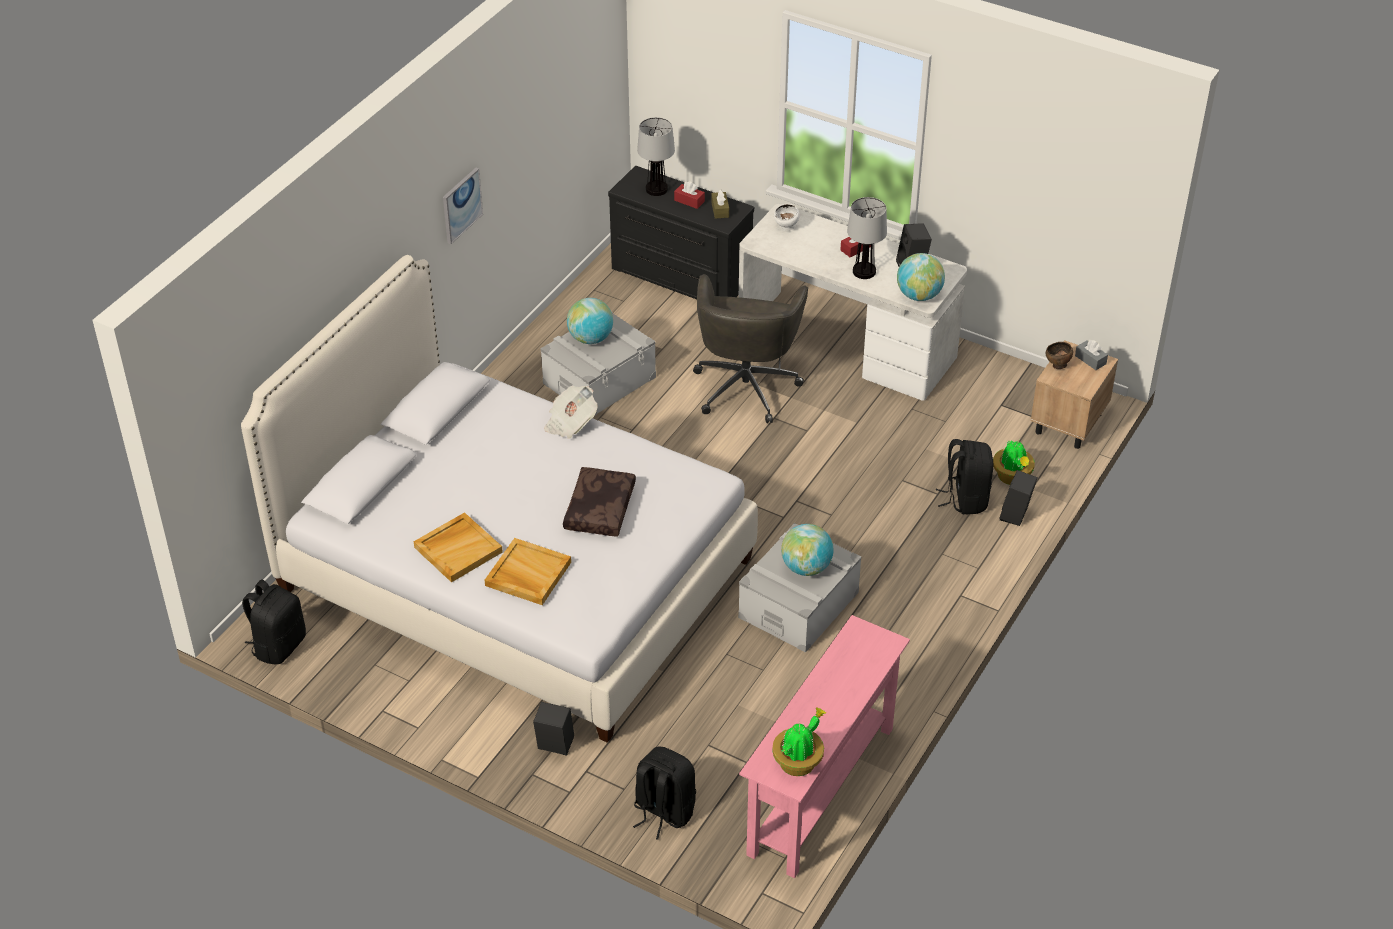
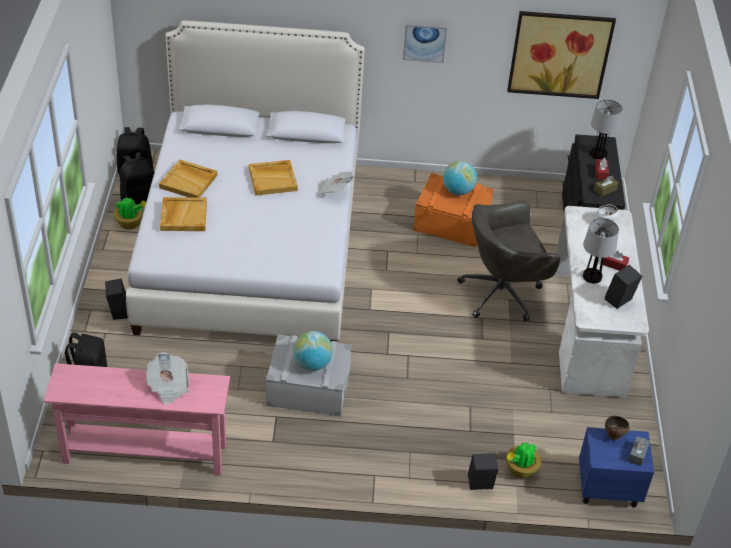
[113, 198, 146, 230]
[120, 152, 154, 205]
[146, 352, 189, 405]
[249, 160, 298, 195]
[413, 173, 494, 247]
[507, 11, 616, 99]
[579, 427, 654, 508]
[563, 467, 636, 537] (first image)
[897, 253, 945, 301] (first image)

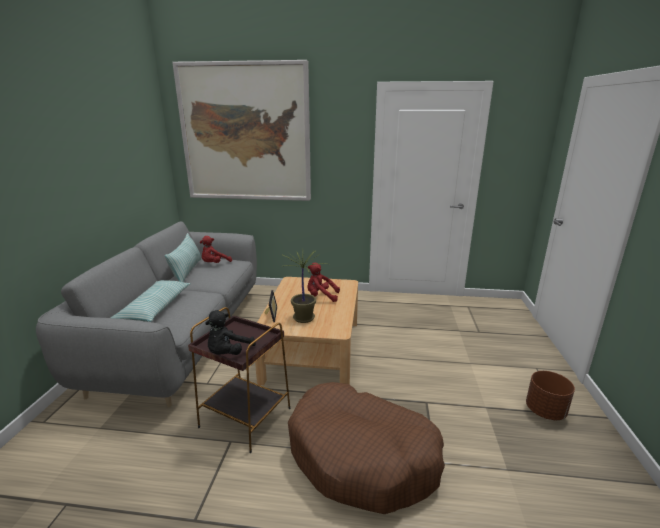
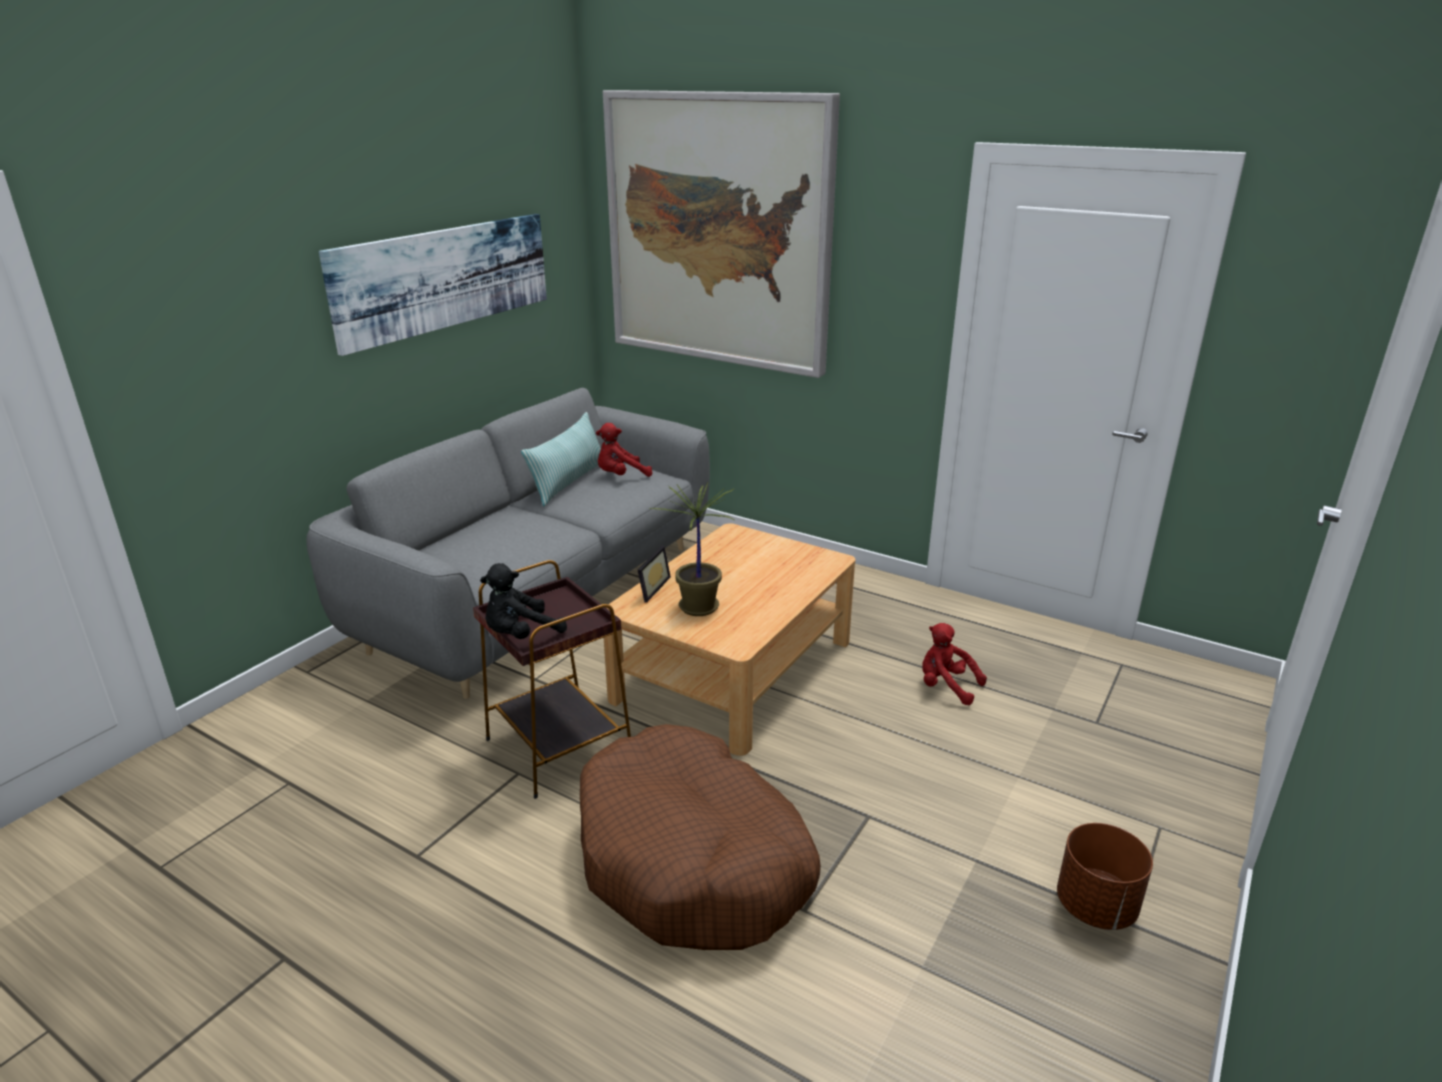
[319, 214, 547, 356]
[922, 623, 987, 705]
[111, 280, 191, 322] (first image)

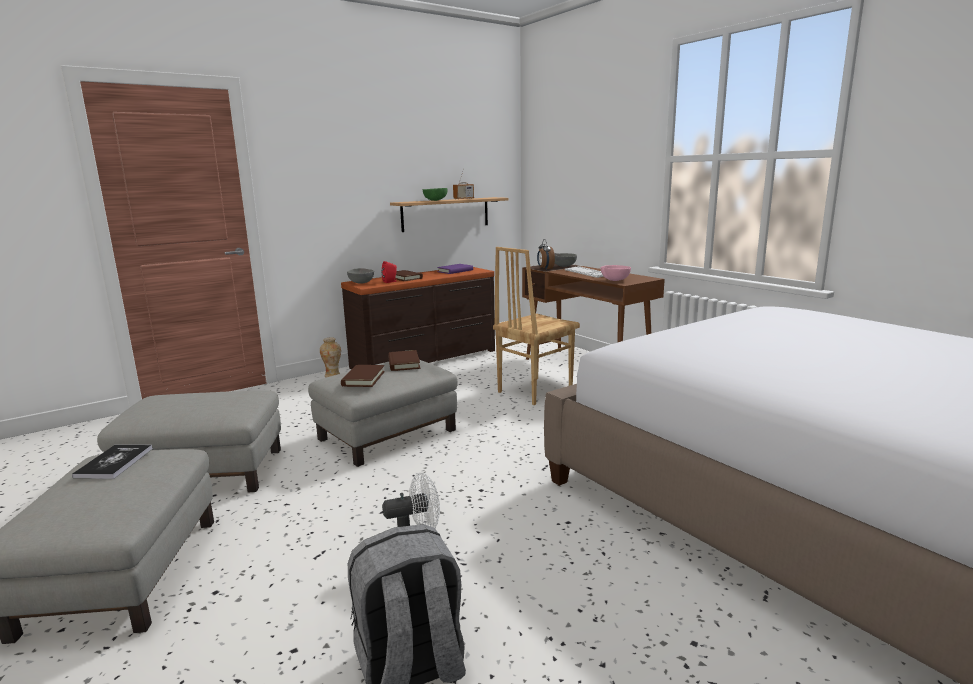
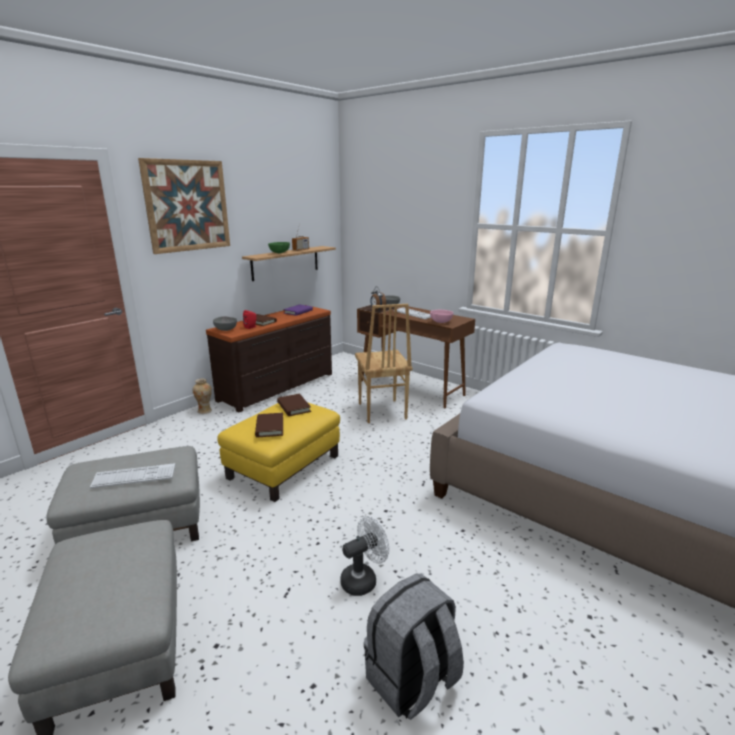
[90, 463, 175, 489]
[138, 158, 230, 254]
[217, 402, 340, 502]
[355, 304, 412, 423]
[72, 445, 153, 479] (first image)

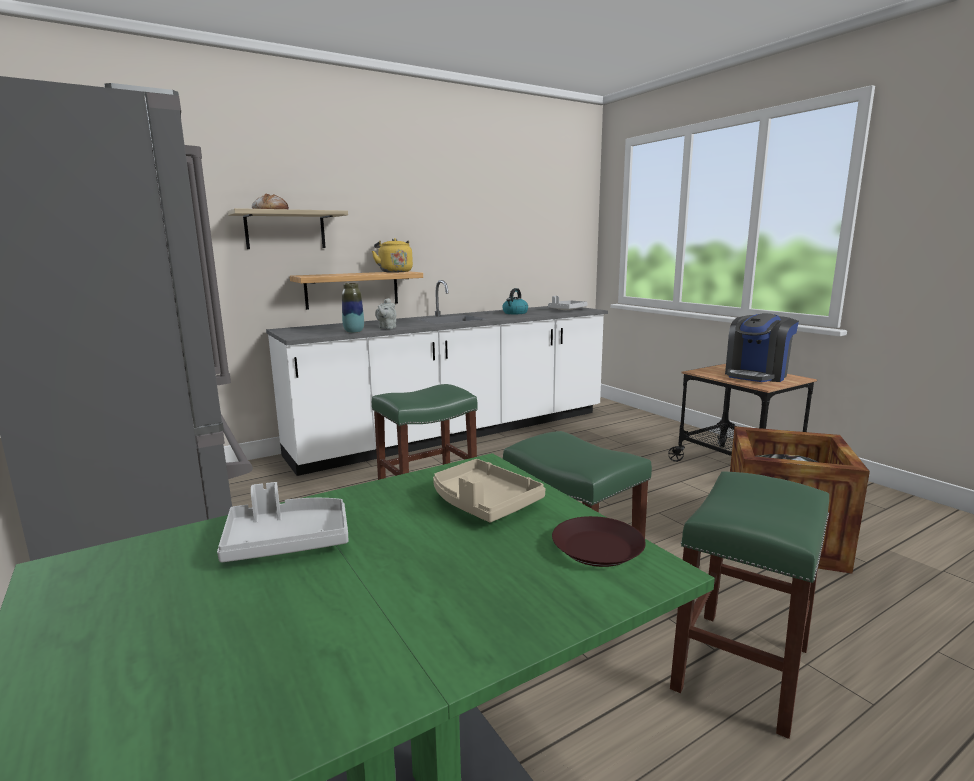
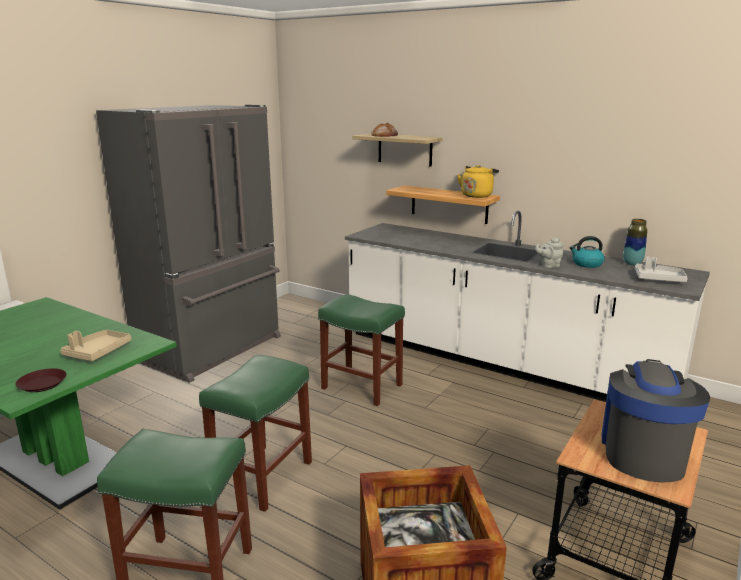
[535, 238, 564, 268]
[601, 359, 710, 483]
[623, 219, 647, 266]
[217, 482, 348, 563] (first image)

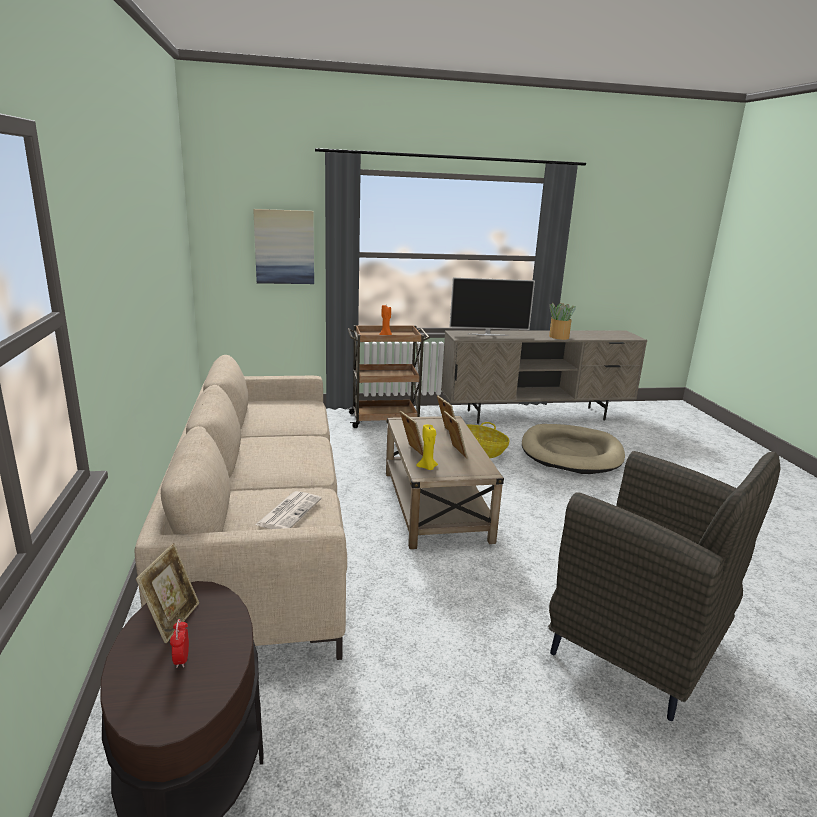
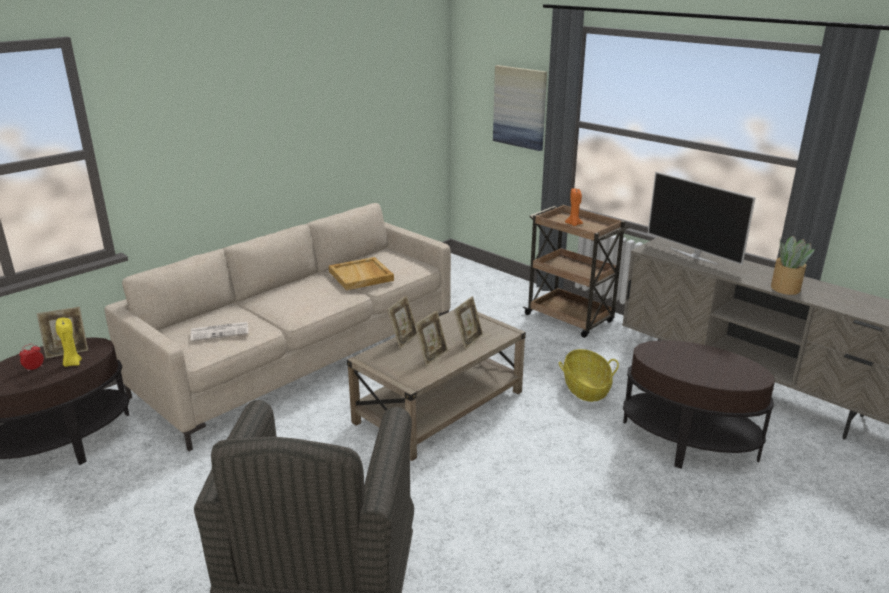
[56, 318, 82, 367]
[329, 257, 394, 290]
[623, 340, 775, 469]

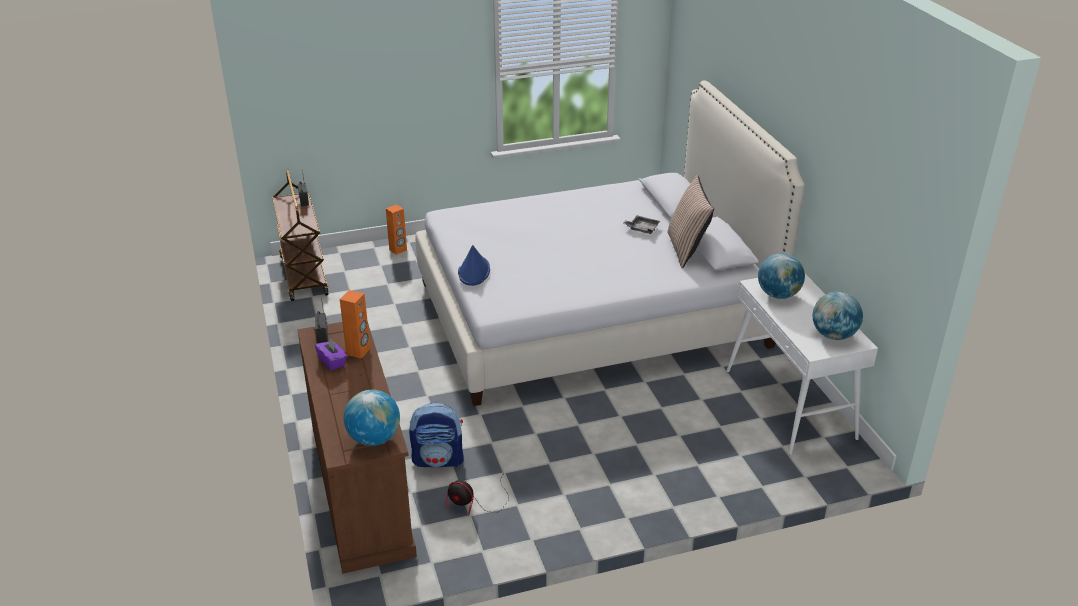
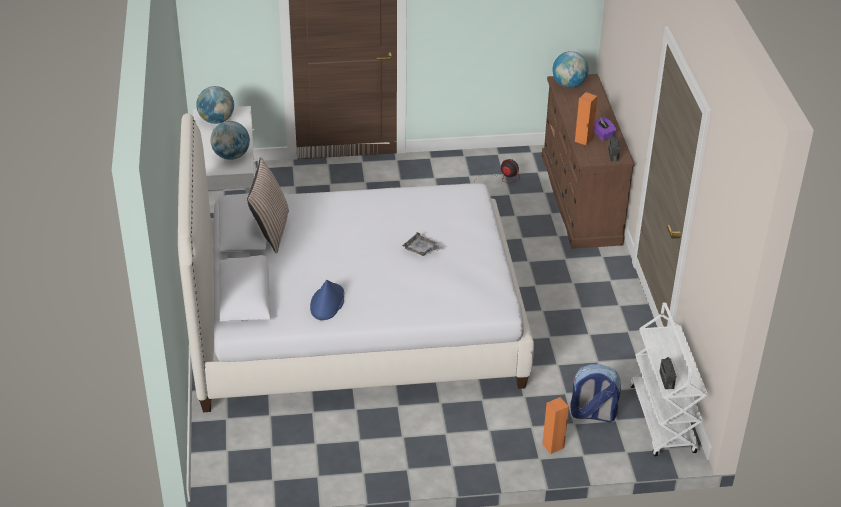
[310, 280, 345, 320]
[402, 232, 442, 256]
[571, 364, 621, 422]
[630, 302, 708, 456]

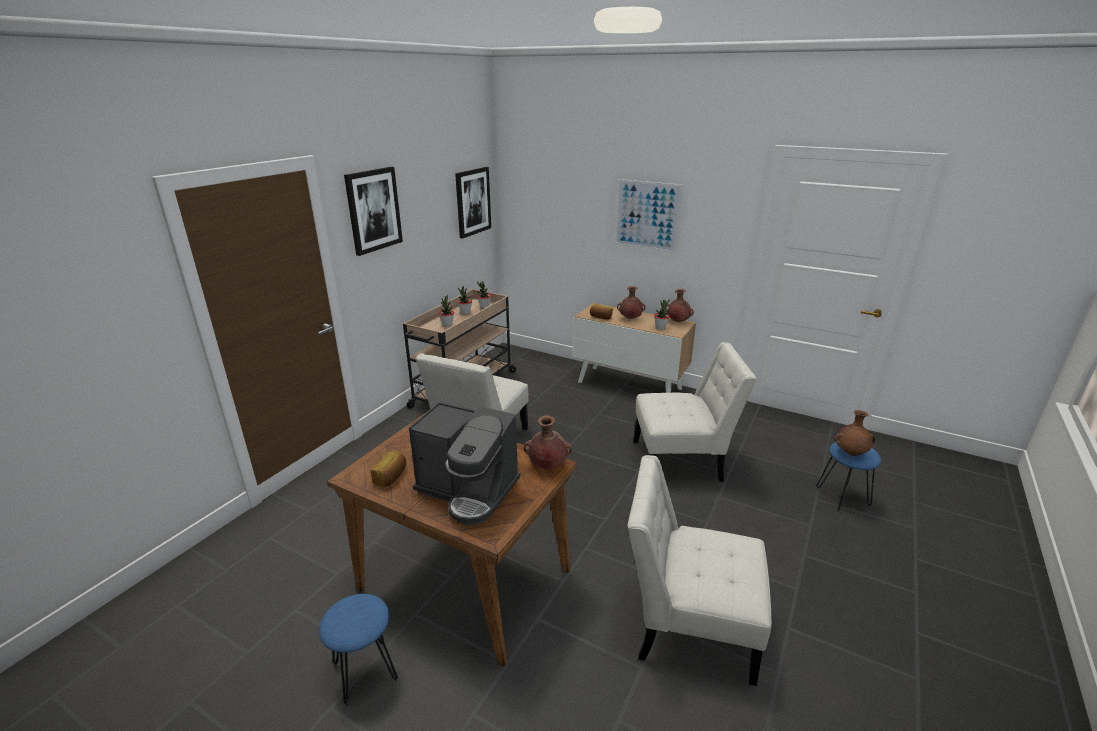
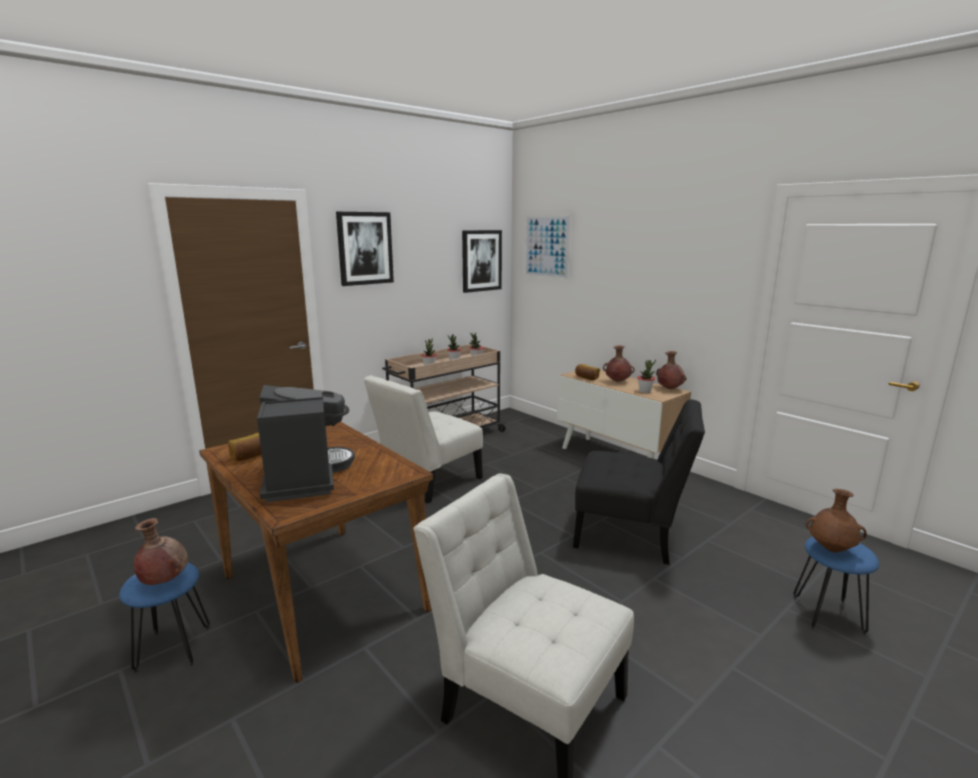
[134, 518, 188, 585]
[257, 385, 355, 503]
[524, 215, 571, 280]
[573, 399, 705, 565]

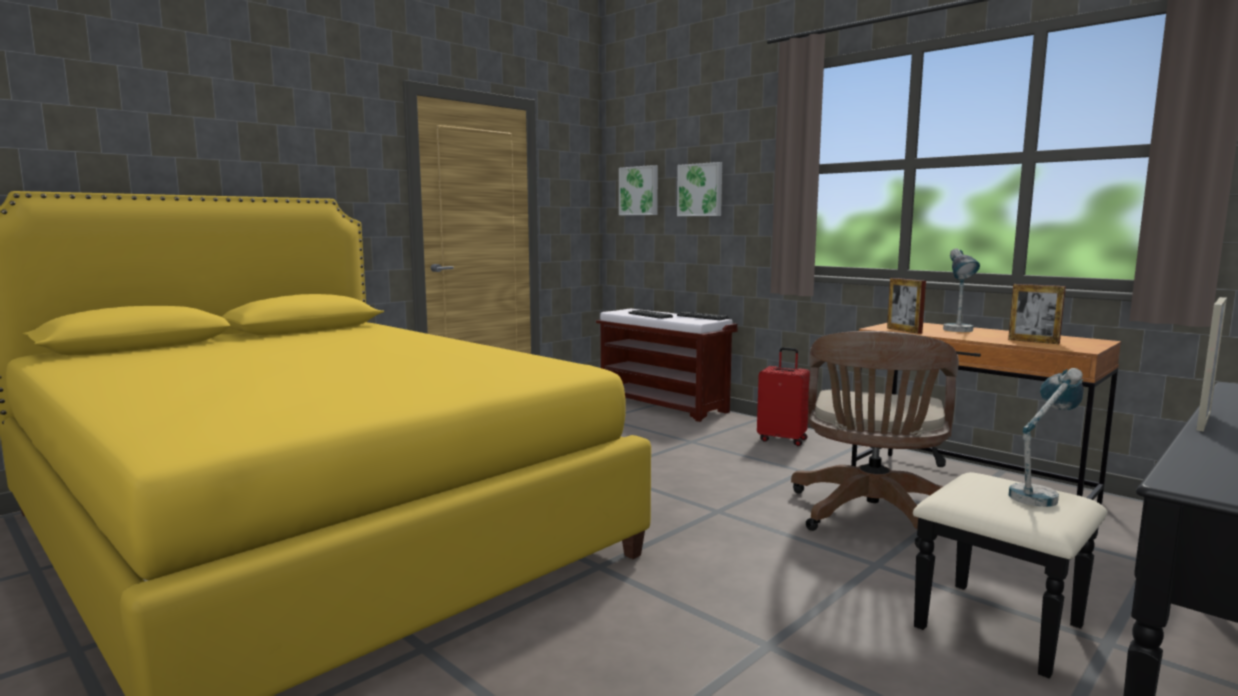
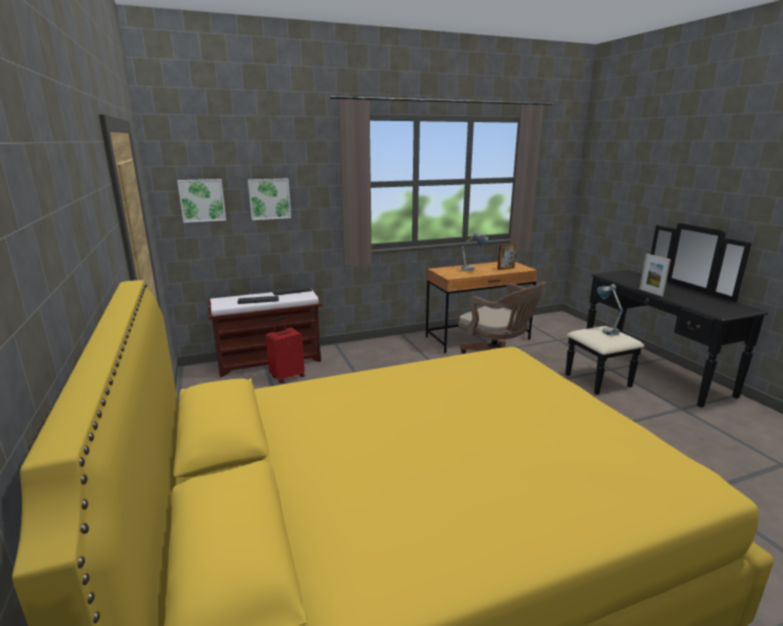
[266, 317, 305, 384]
[887, 278, 926, 334] (first image)

